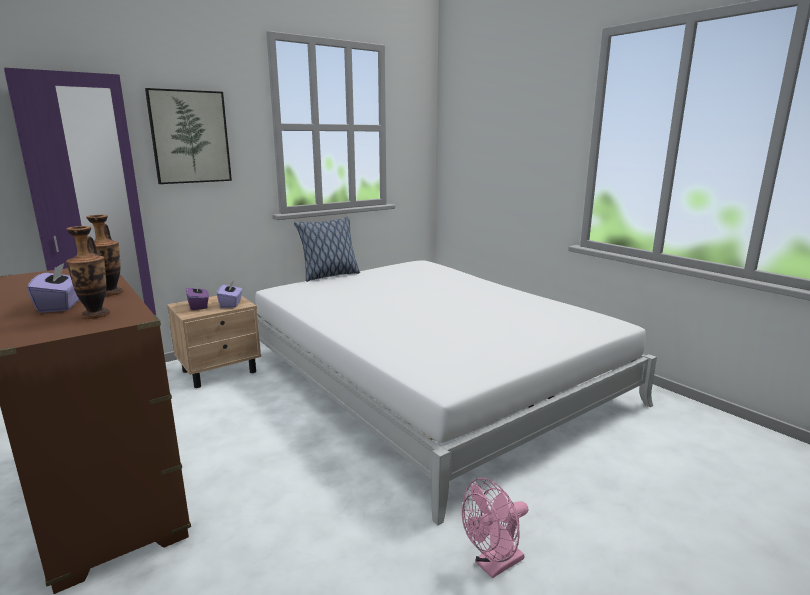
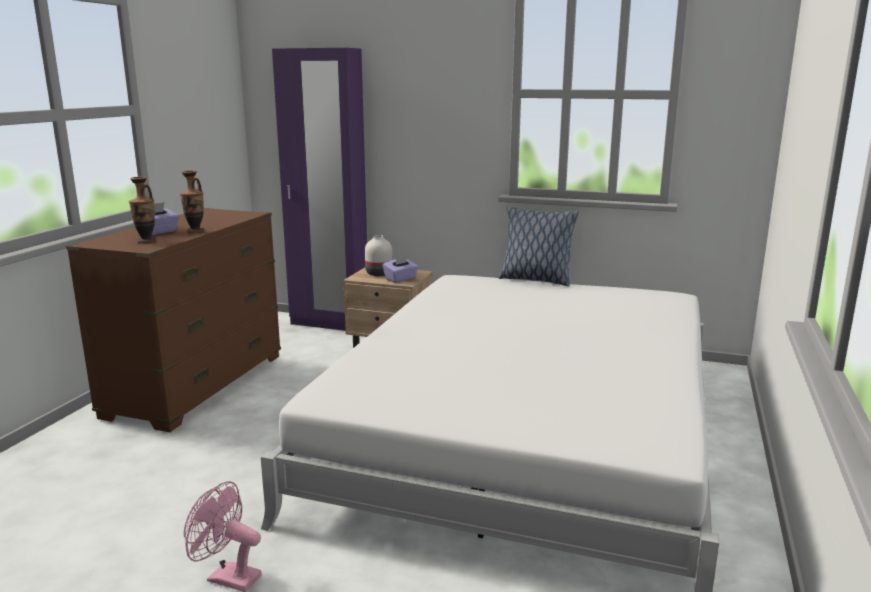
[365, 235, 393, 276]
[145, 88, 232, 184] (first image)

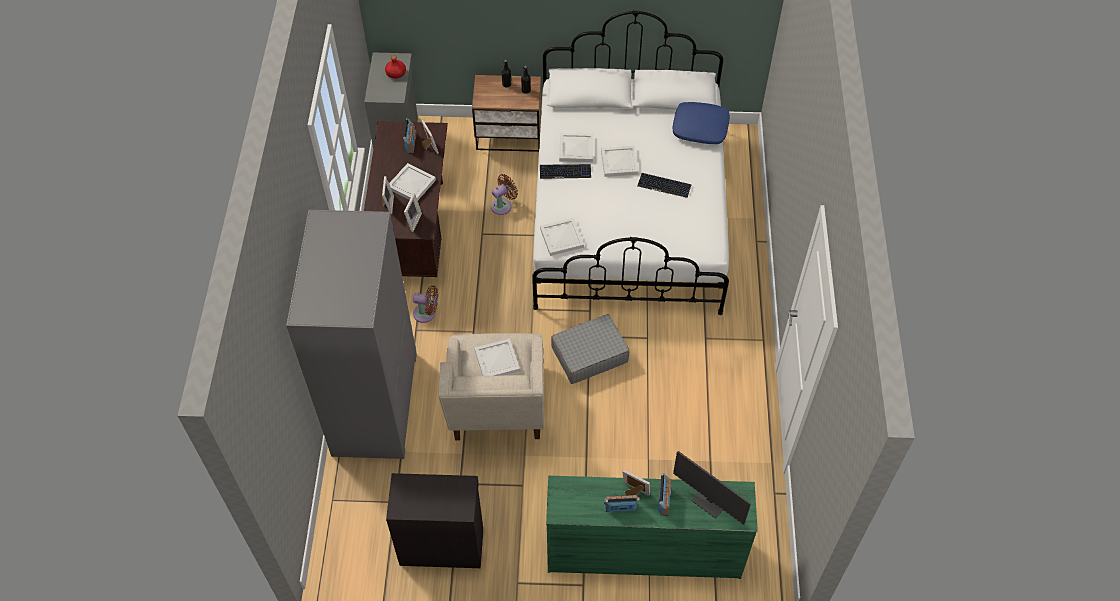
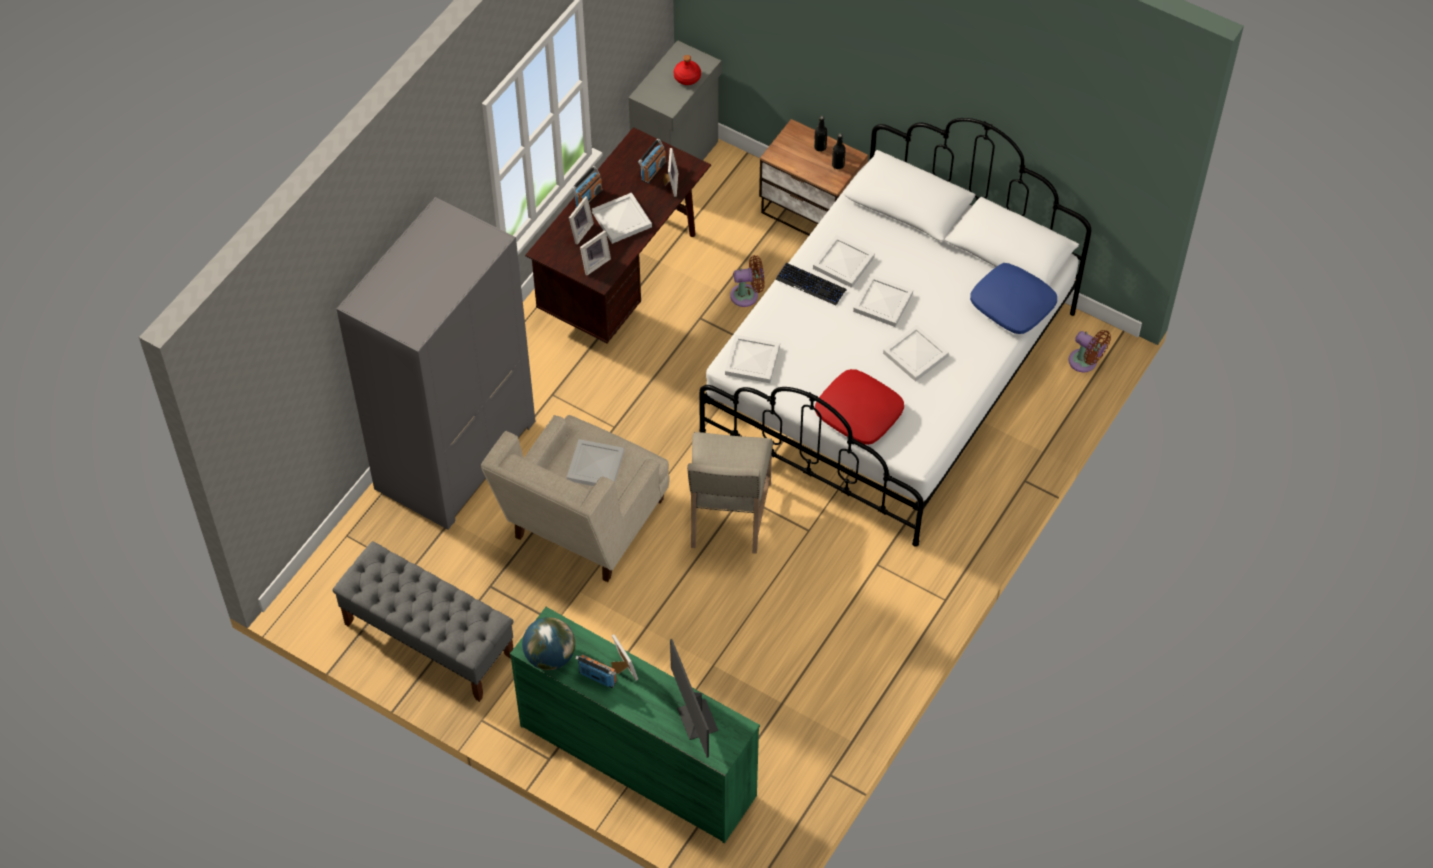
[333, 541, 514, 702]
[522, 617, 575, 670]
[572, 166, 603, 208]
[687, 432, 773, 554]
[815, 369, 904, 445]
[883, 325, 949, 382]
[1068, 330, 1111, 372]

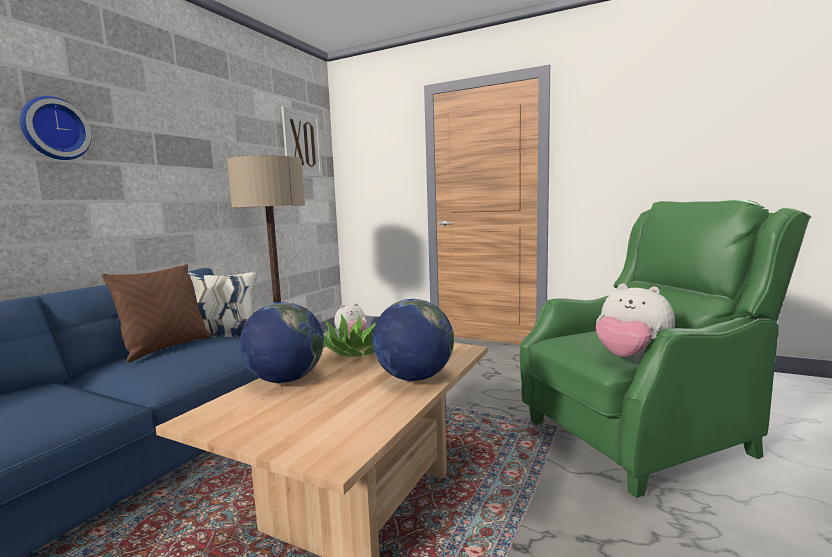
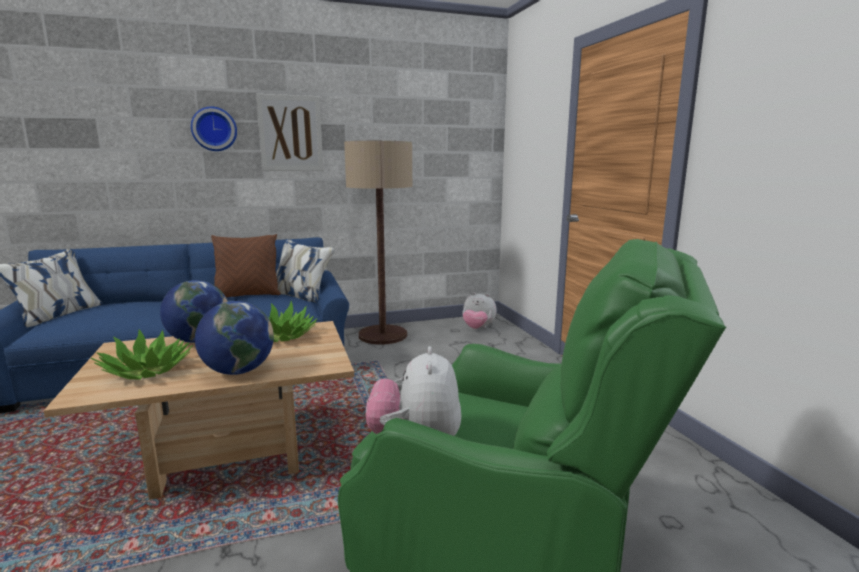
[91, 329, 193, 379]
[256, 94, 323, 171]

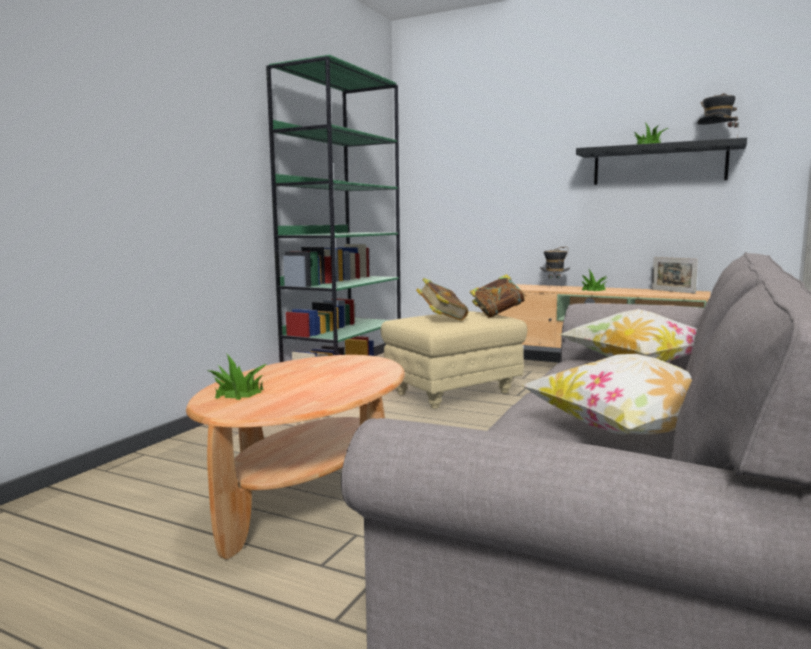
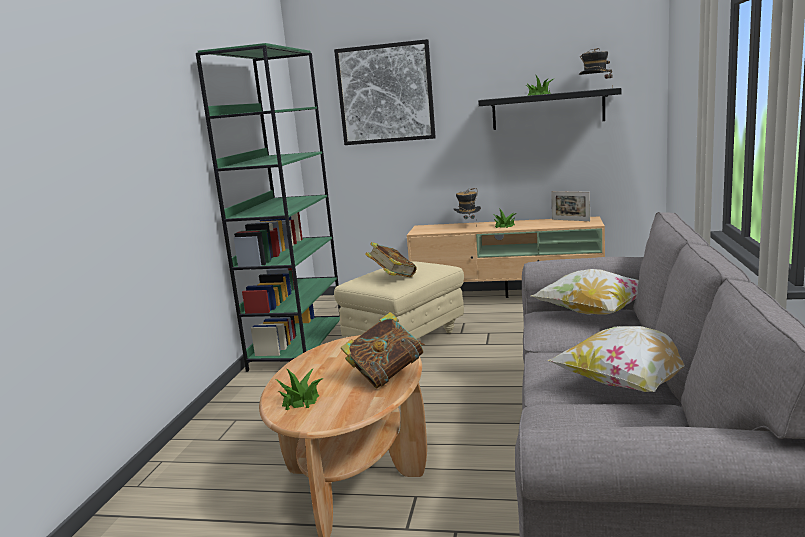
[334, 39, 436, 145]
[341, 312, 425, 389]

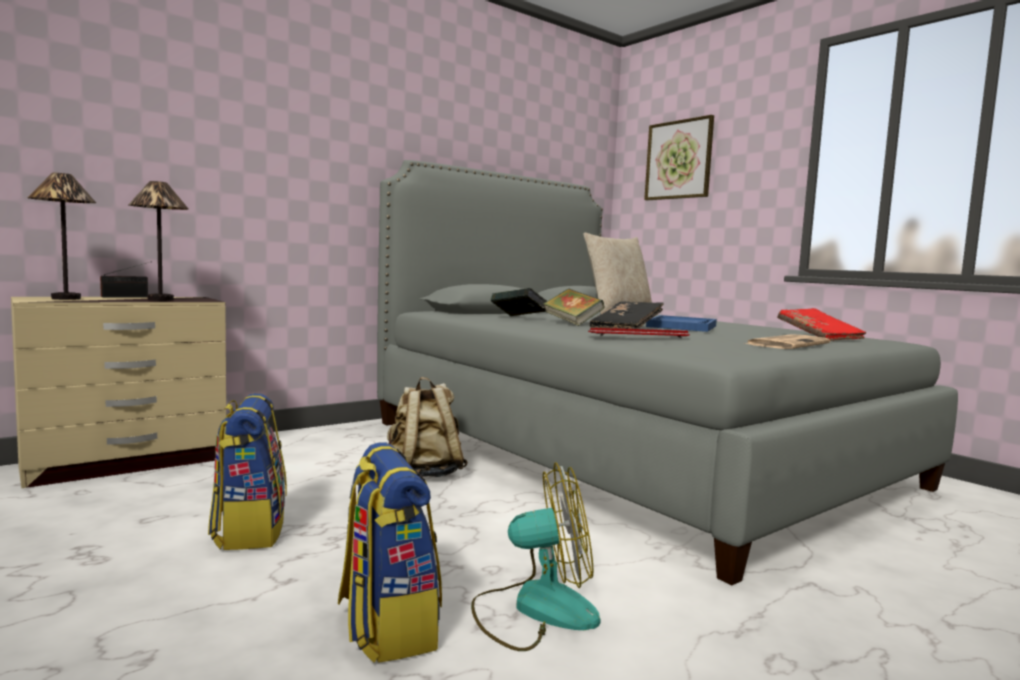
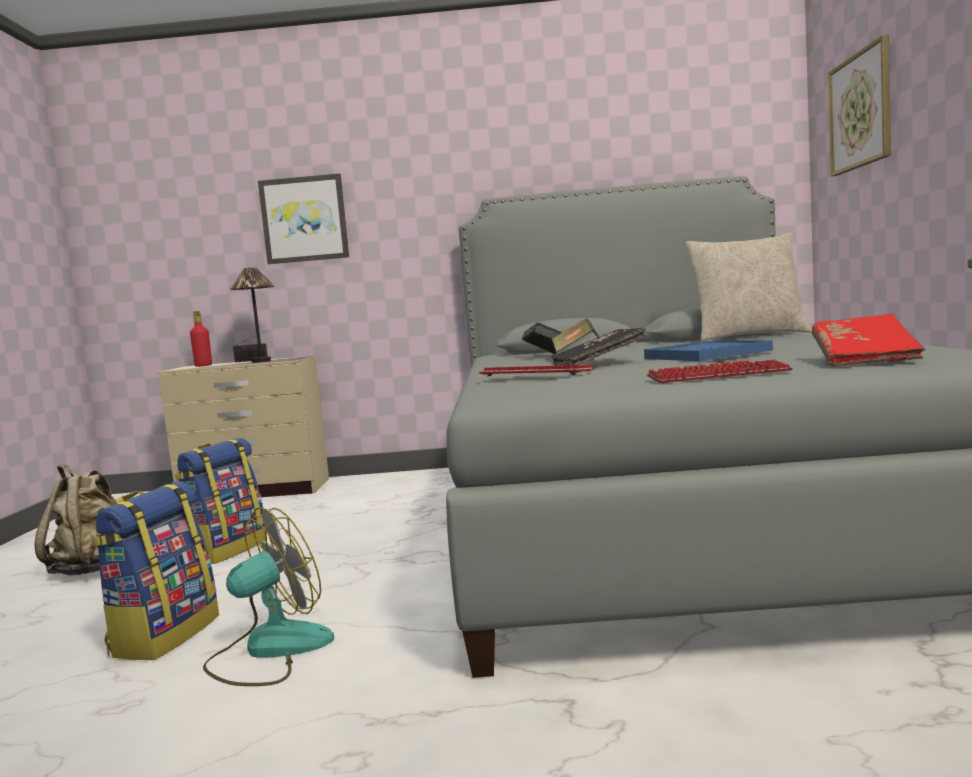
[34, 464, 116, 576]
[190, 311, 212, 367]
[203, 507, 334, 686]
[258, 173, 349, 264]
[647, 359, 793, 383]

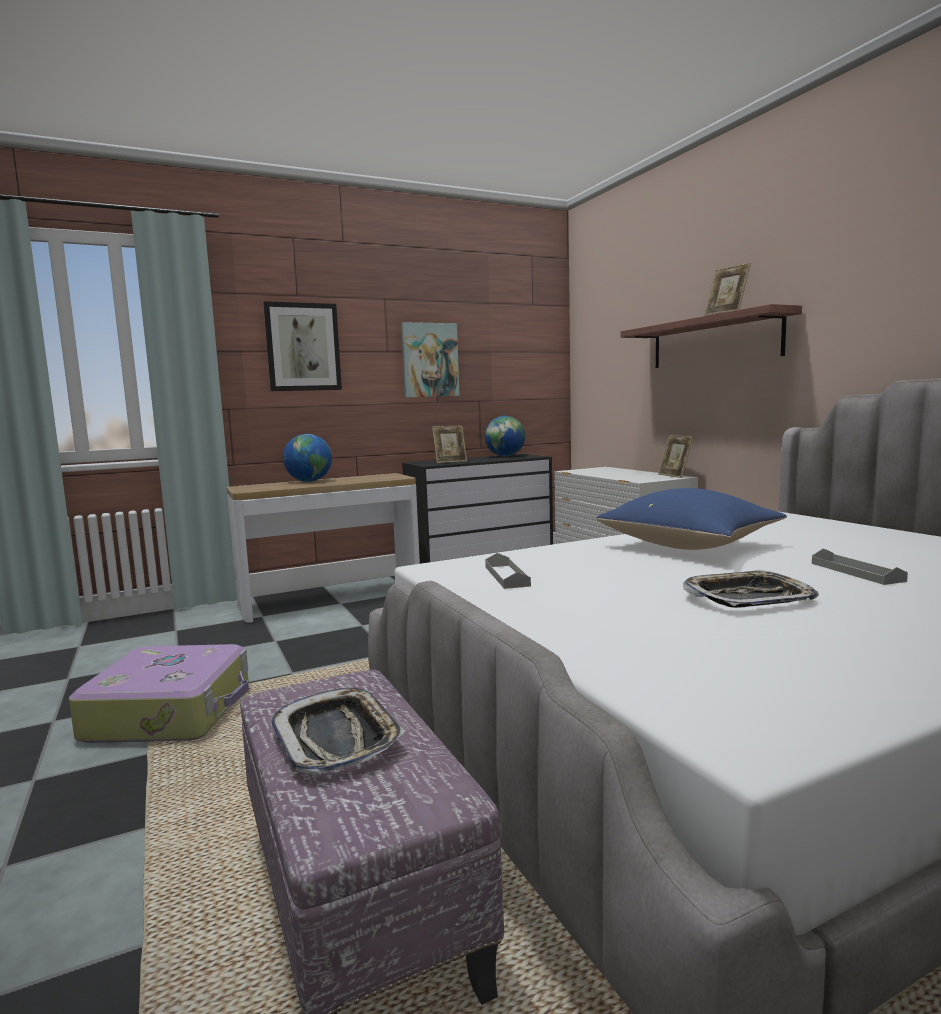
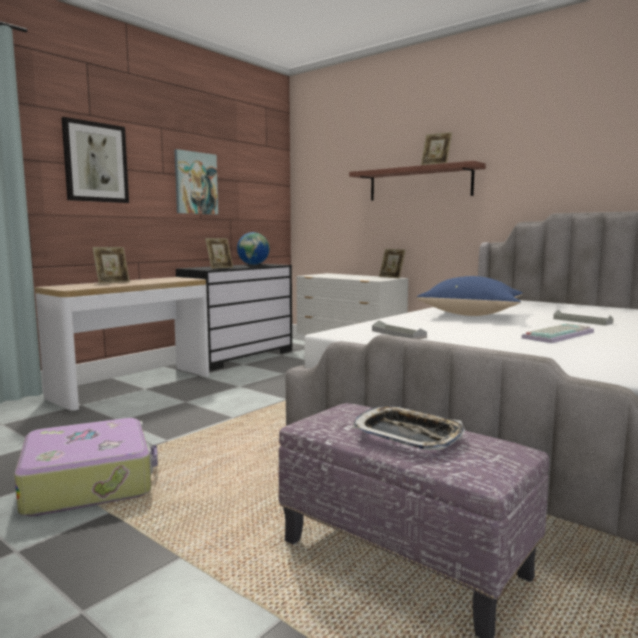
[92, 247, 130, 284]
[521, 323, 594, 343]

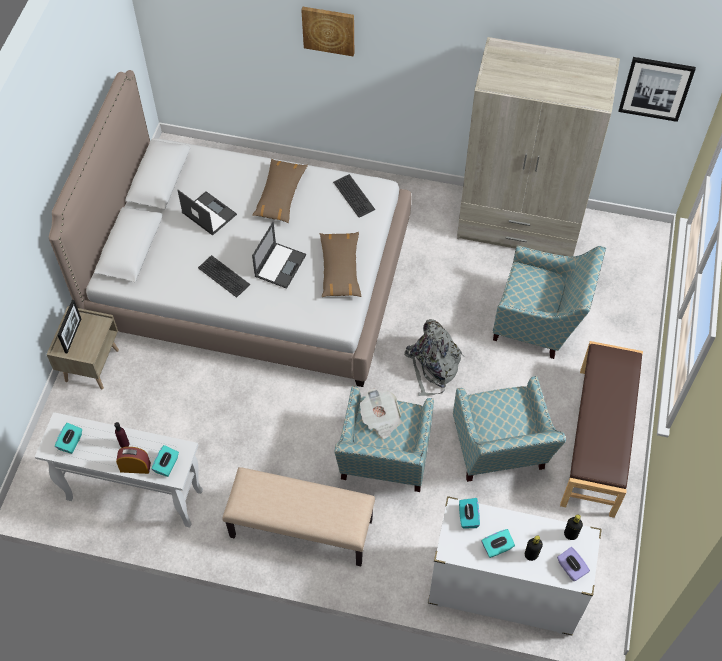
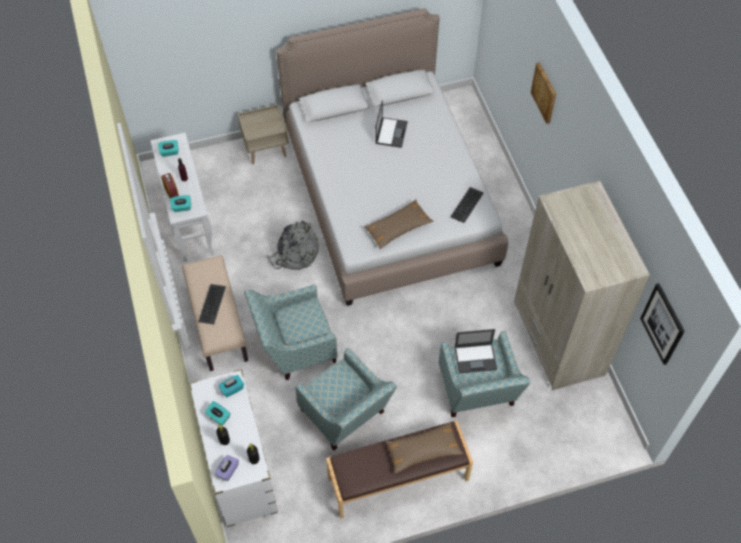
[198, 284, 226, 324]
[266, 221, 319, 270]
[295, 348, 397, 451]
[385, 422, 463, 474]
[454, 329, 497, 374]
[58, 300, 81, 353] (first image)
[360, 389, 402, 439] (first image)

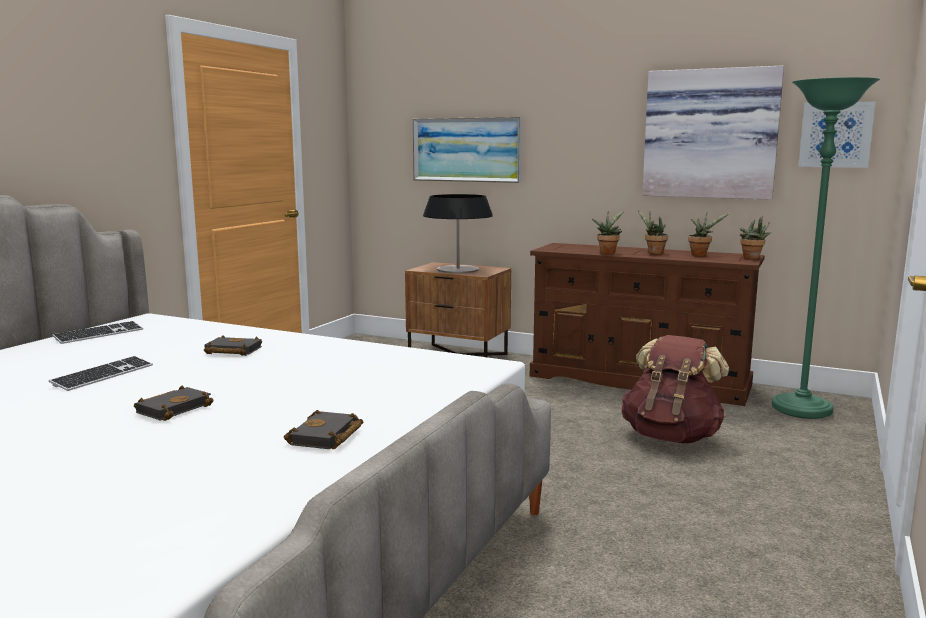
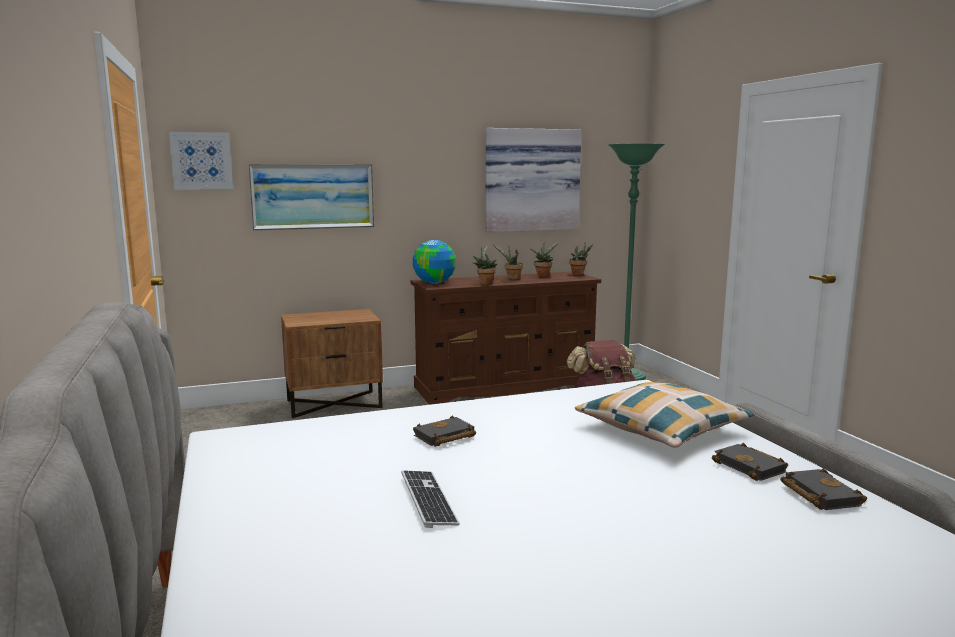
[169, 132, 233, 190]
[413, 240, 456, 284]
[575, 382, 755, 448]
[780, 469, 867, 510]
[52, 321, 143, 344] (first image)
[423, 194, 492, 273] (first image)

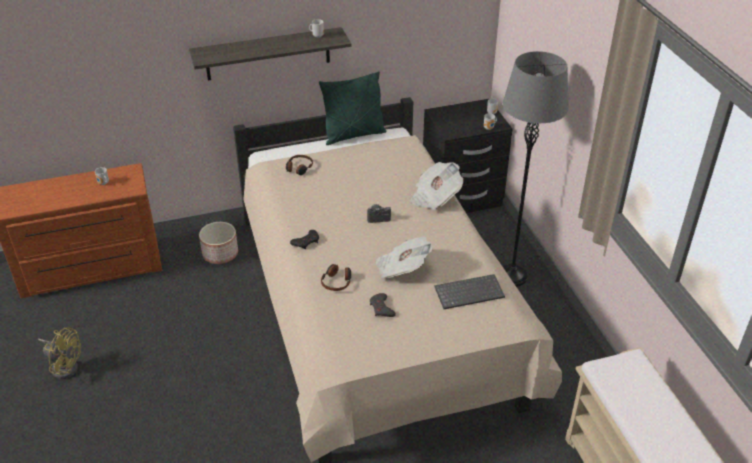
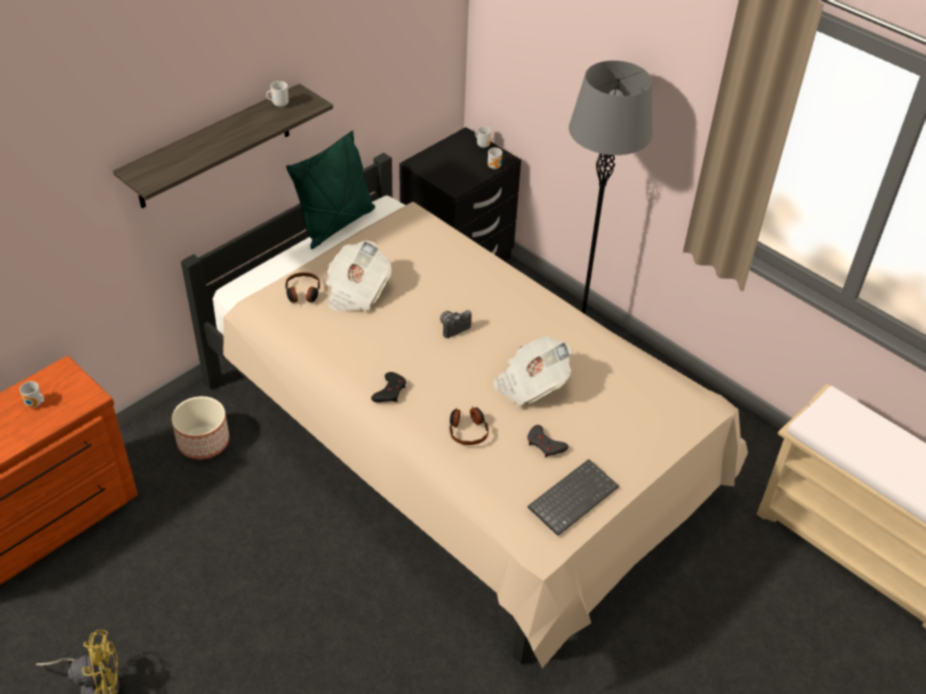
[326, 240, 392, 311]
[528, 459, 619, 536]

